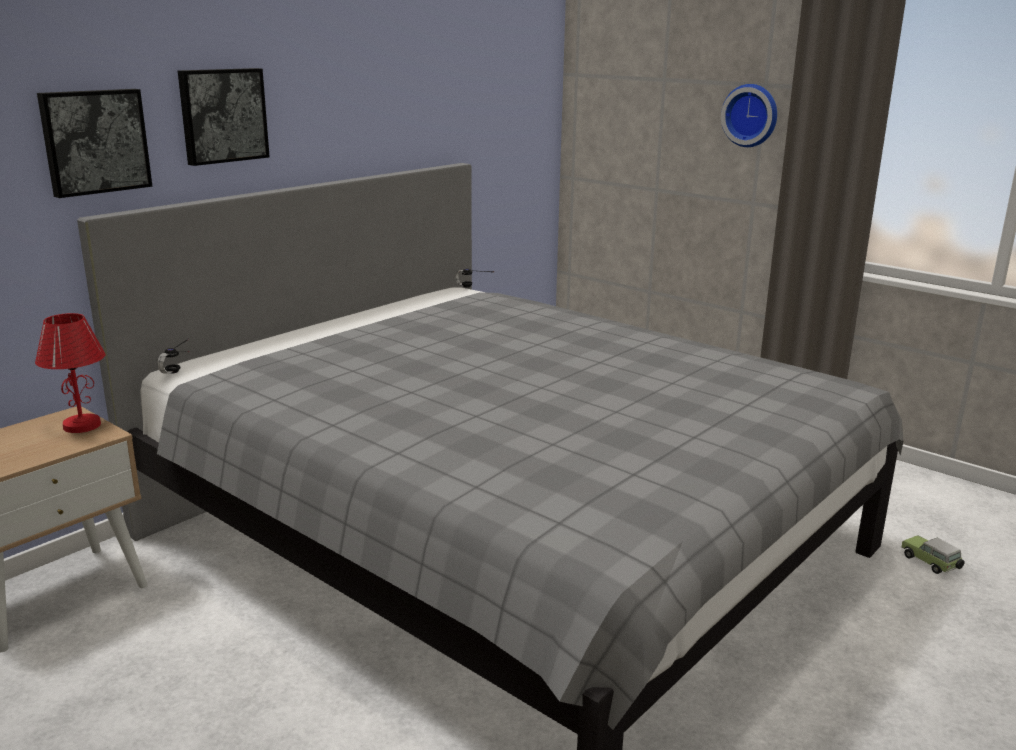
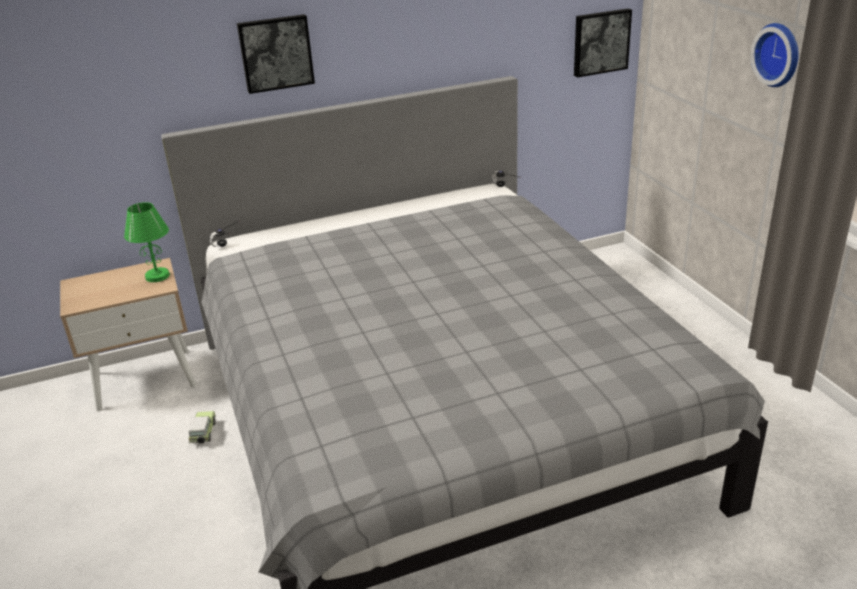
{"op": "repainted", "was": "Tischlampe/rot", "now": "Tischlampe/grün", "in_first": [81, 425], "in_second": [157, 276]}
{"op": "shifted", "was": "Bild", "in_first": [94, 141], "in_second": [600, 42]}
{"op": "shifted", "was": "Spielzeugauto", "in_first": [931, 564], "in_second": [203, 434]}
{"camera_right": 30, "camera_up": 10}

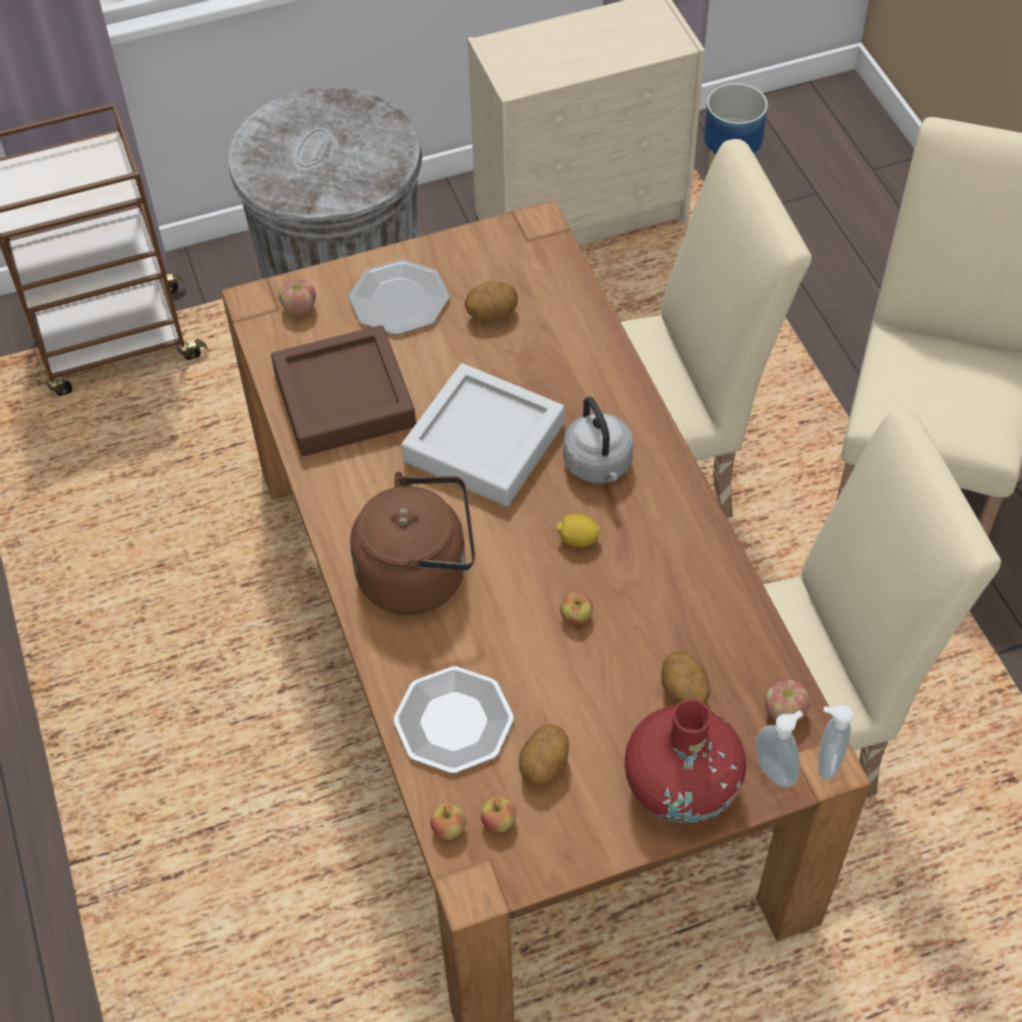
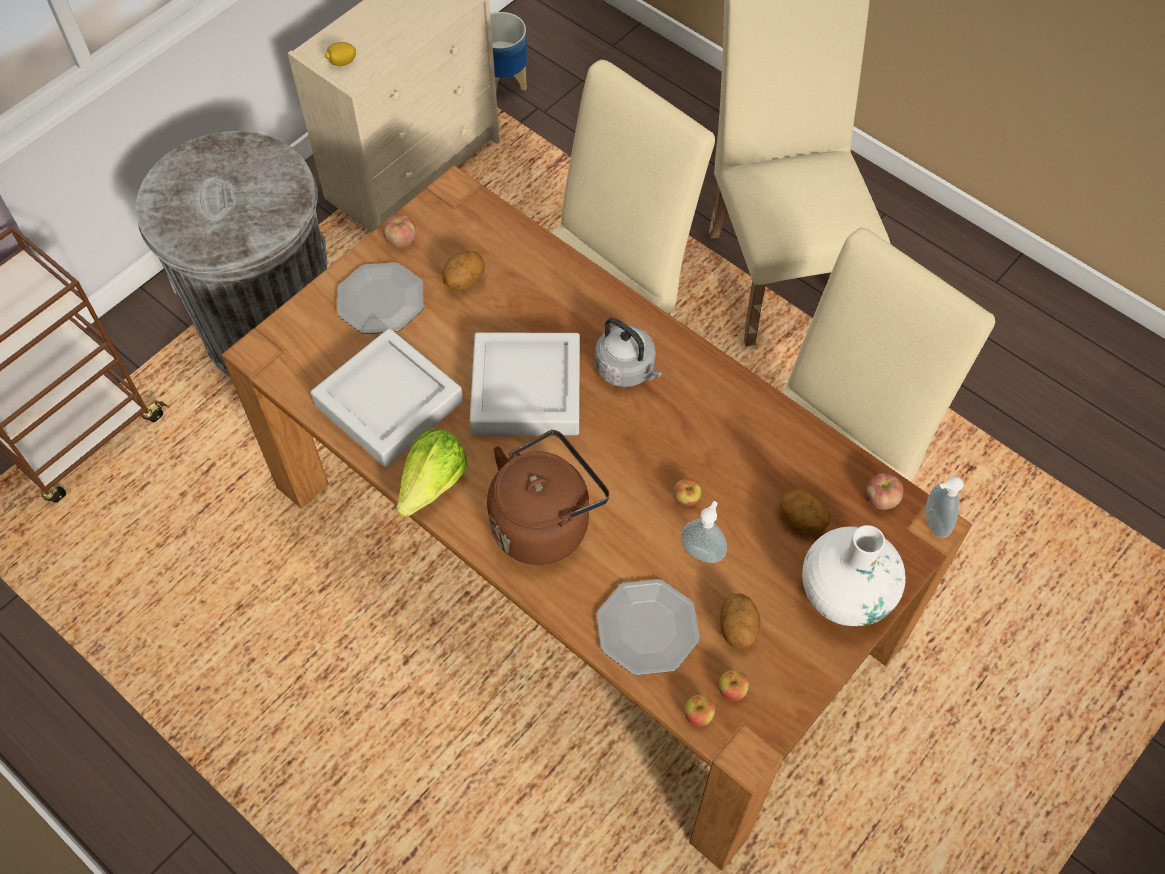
{"op": "repainted", "was": "Tablett/braun", "now": "Tablett/grau", "in_first": [344, 398], "in_second": [389, 403]}
{"op": "shifted", "was": "Apfel", "in_first": [299, 308], "in_second": [401, 240]}
{"op": "shifted", "was": "Zitrone", "in_first": [578, 539], "in_second": [342, 62]}
{"op": "repainted", "was": "Vase/rot", "now": "Vase/weiß", "in_first": [681, 786], "in_second": [845, 593]}
{"op": "shifted", "was": "Seifenspender", "in_first": [776, 770], "in_second": [702, 552]}
{"op": "new", "now": "Salatkopf", "in_second": [433, 484]}
{"camera_right": -30, "camera_up": 5}

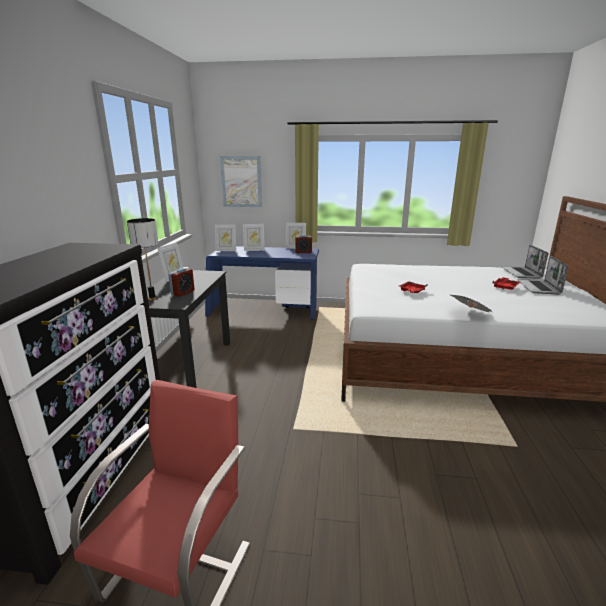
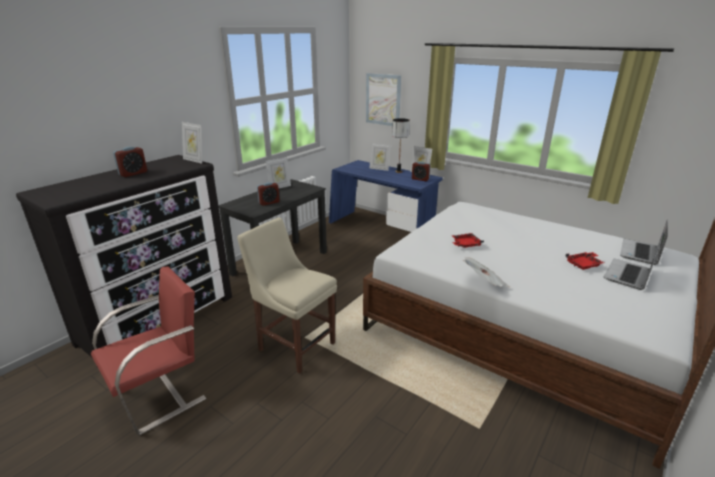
{"op": "shifted", "was": "Tischlampe", "in_first": [152, 298], "in_second": [399, 171]}
{"op": "shifted", "was": "Bilderrahmen", "in_first": [226, 250], "in_second": [195, 160]}
{"op": "new", "now": "Wecker", "in_second": [133, 173]}
{"op": "new", "now": "Stuhl/beige", "in_second": [294, 345]}
{"camera_right": 30, "camera_up": 5}

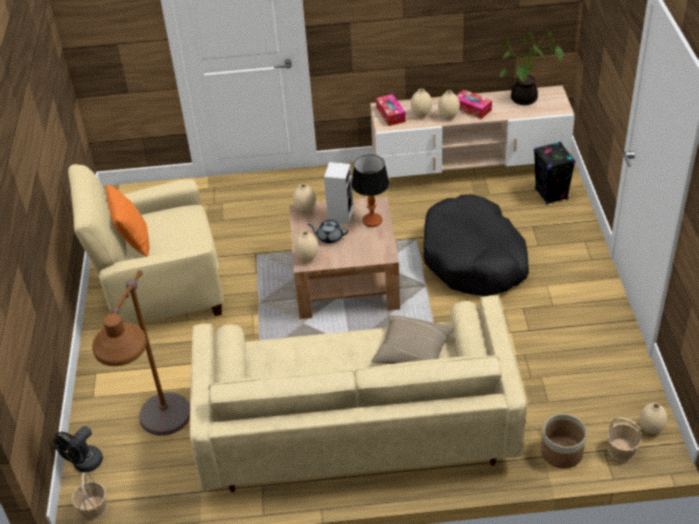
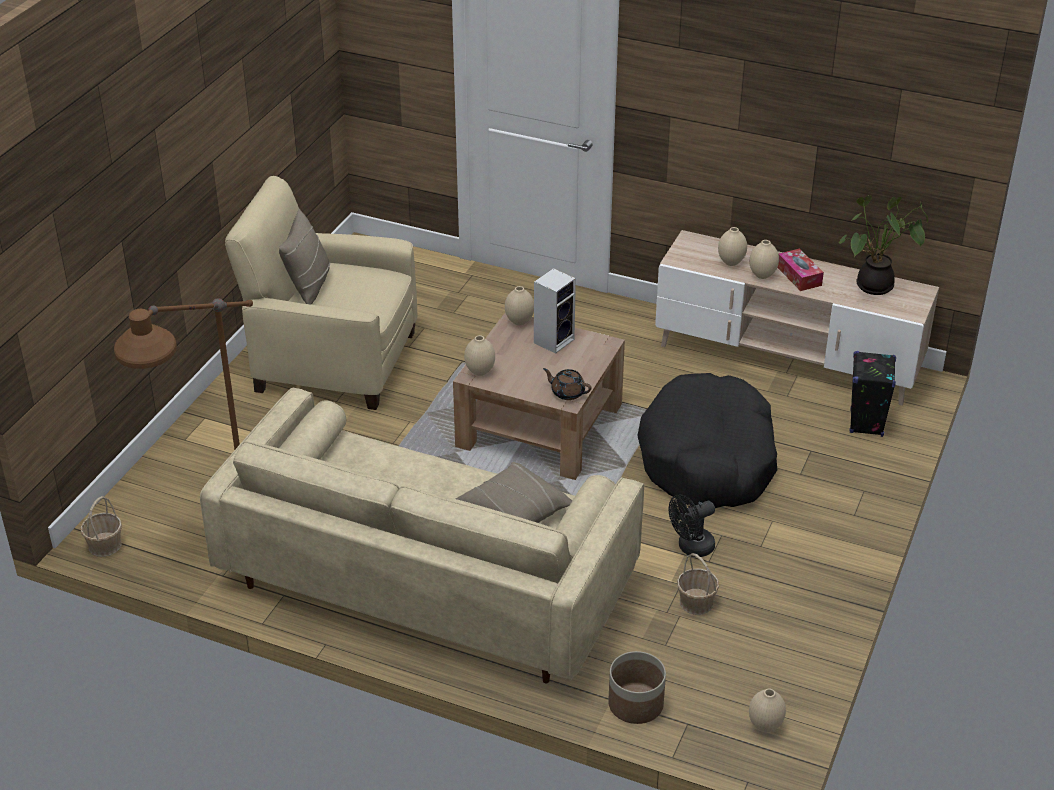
{"op": "shifted", "was": "Ventilator/schwarz", "in_first": [84, 464], "in_second": [691, 548]}
{"op": "repainted", "was": "Kissen/orange", "now": "Kissen/beige", "in_first": [134, 240], "in_second": [308, 286]}
{"op": "gone", "was": "Teekanne/grau", "in_first": [329, 237]}
{"op": "gone", "was": "Tischlampe", "in_first": [372, 220]}
{"op": "gone", "was": "Taschentuchbox", "in_first": [390, 114]}
{"op": "shifted", "was": "Korb", "in_first": [621, 450], "in_second": [696, 602]}
{"op": "new", "now": "Teekanne/braun", "in_second": [567, 392]}
{"camera_right": 25, "camera_up": -5}

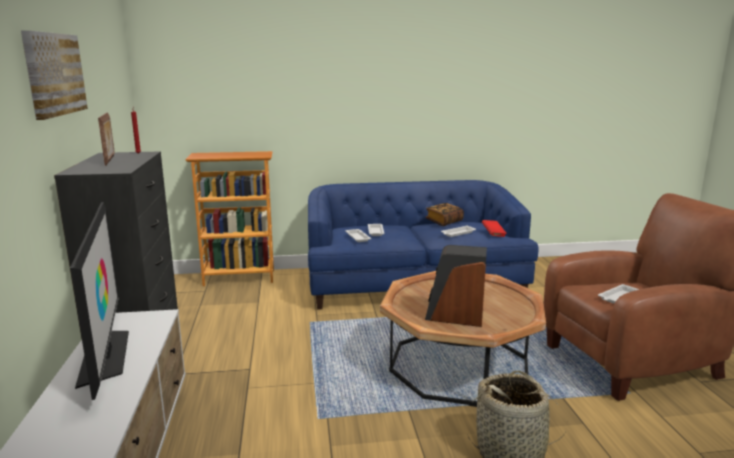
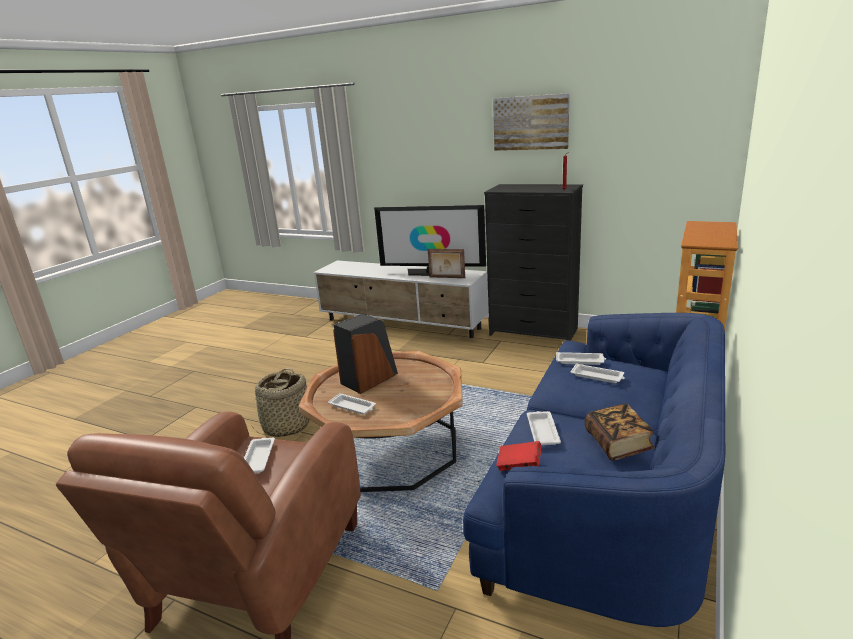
{"op": "shifted", "was": "Bilderrahmen", "in_first": [110, 160], "in_second": [447, 277]}
{"op": "new", "now": "Tablett/weiß", "in_second": [353, 407]}
{"camera_right": 125, "camera_up": 5}

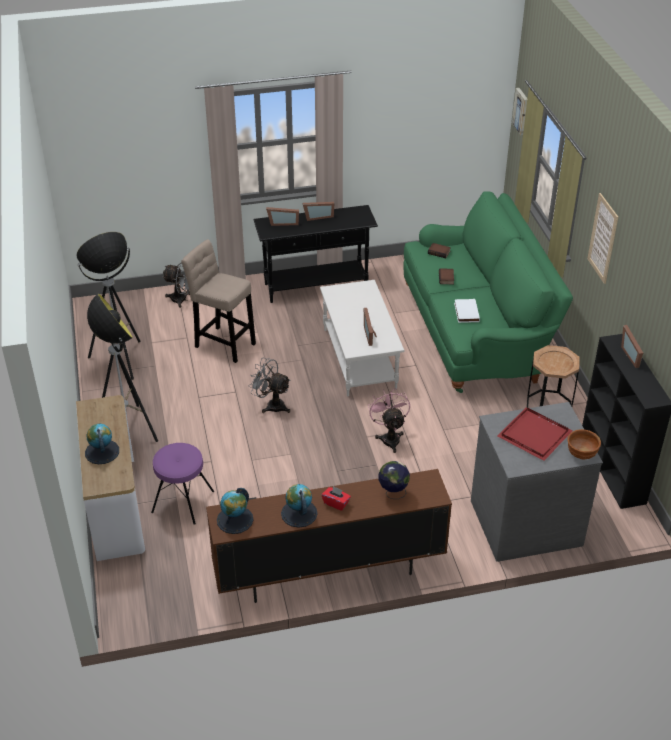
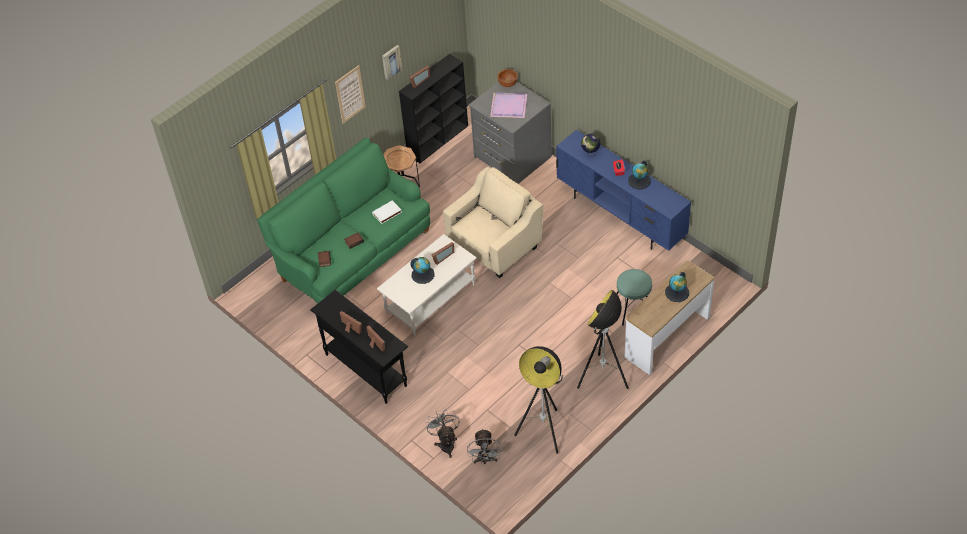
{"op": "repainted", "was": "Hocker/lila", "now": "Hocker/türkis", "in_first": [183, 502], "in_second": [633, 308]}
{"op": "gone", "was": "Hocker/beige", "in_first": [223, 343]}
{"op": "repainted", "was": "Fernsehschrank/braun", "now": "Fernsehschrank/blau", "in_first": [328, 572], "in_second": [621, 216]}
{"op": "shifted", "was": "Globus", "in_first": [235, 520], "in_second": [423, 274]}
{"op": "shifted", "was": "Ventilator/grau", "in_first": [271, 405], "in_second": [485, 460]}
{"op": "swapped", "was": "Ventilator/rosa", "now": "Sessel/beige", "in_first": [389, 437], "in_second": [494, 245]}
{"op": "repainted", "was": "Tablett/rot", "now": "Tablett/lila", "in_first": [536, 435], "in_second": [508, 105]}
{"op": "shifted", "was": "Bild", "in_first": [521, 111], "in_second": [391, 61]}
{"camera_right": -120, "camera_up": 10}

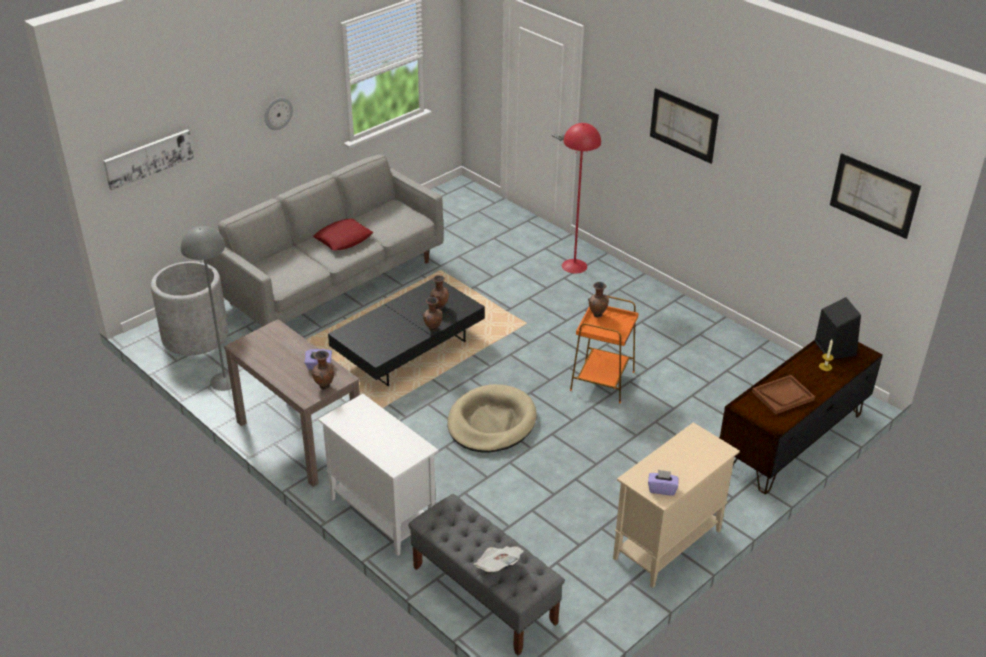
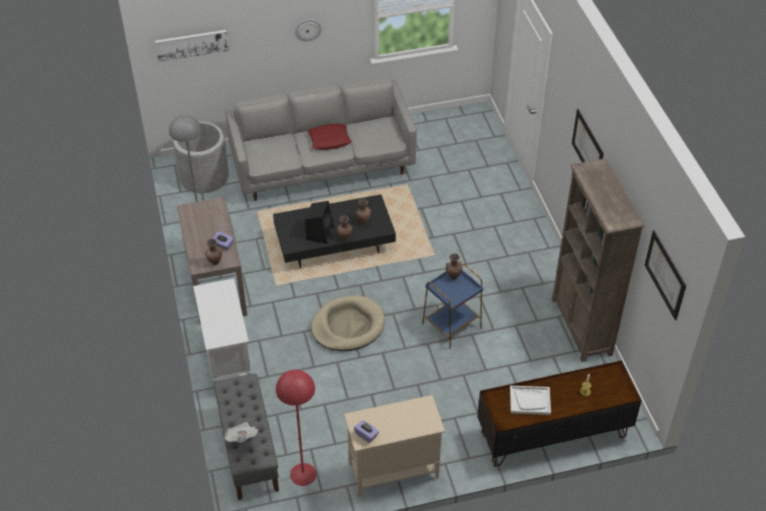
{"op": "shifted", "was": "Stehlampe/rot", "in_first": [574, 266], "in_second": [303, 474]}
{"op": "repainted", "was": "Beistelltisch/orange", "now": "Beistelltisch/blau", "in_first": [601, 381], "in_second": [451, 326]}
{"op": "repainted", "was": "Tablett/braun", "now": "Tablett/weiß", "in_first": [783, 395], "in_second": [530, 401]}
{"op": "shifted", "was": "Lautsprecher/schwarz", "in_first": [834, 347], "in_second": [320, 233]}
{"op": "new", "now": "Bücherregal/braun", "in_second": [581, 327]}
{"camera_right": 30, "camera_up": 10}

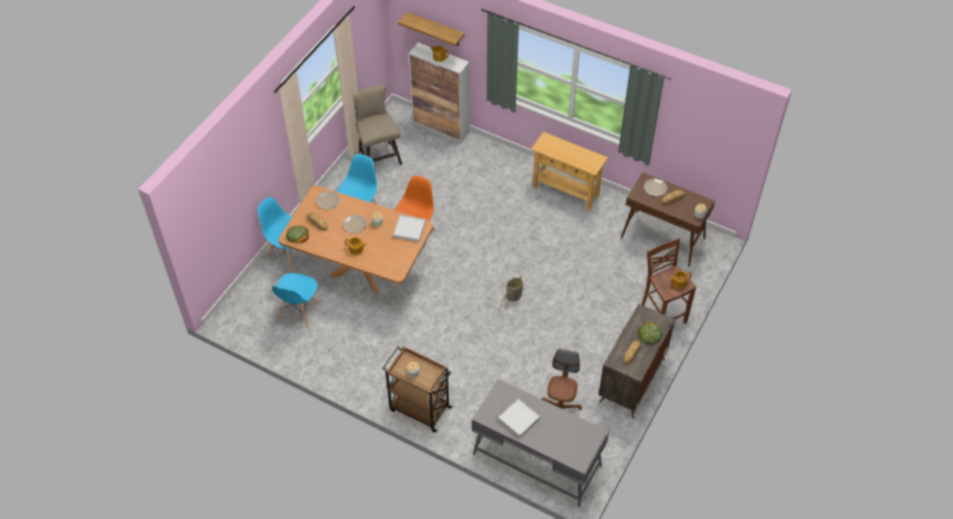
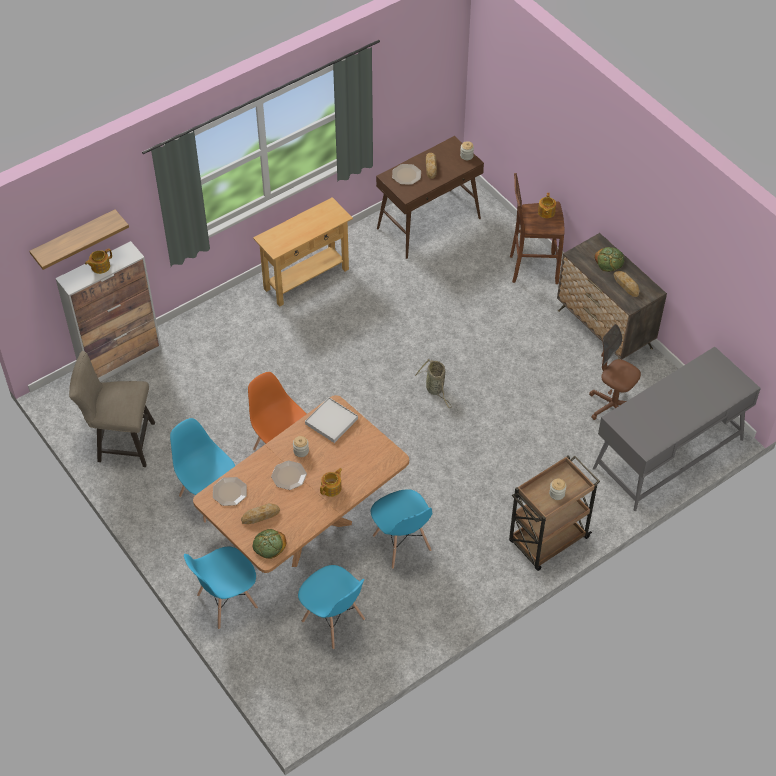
{"op": "gone", "was": "Tablett/weiß", "in_first": [519, 418]}
{"op": "new", "now": "Stuhl/blau", "in_second": [401, 544]}
{"camera_right": -65, "camera_up": 0}

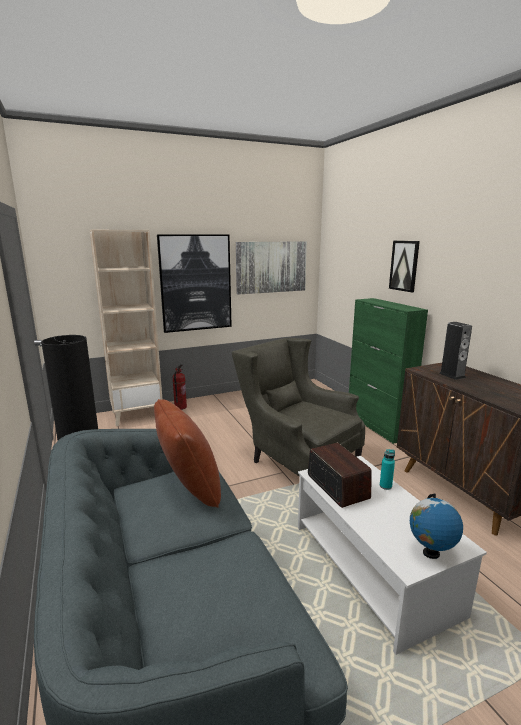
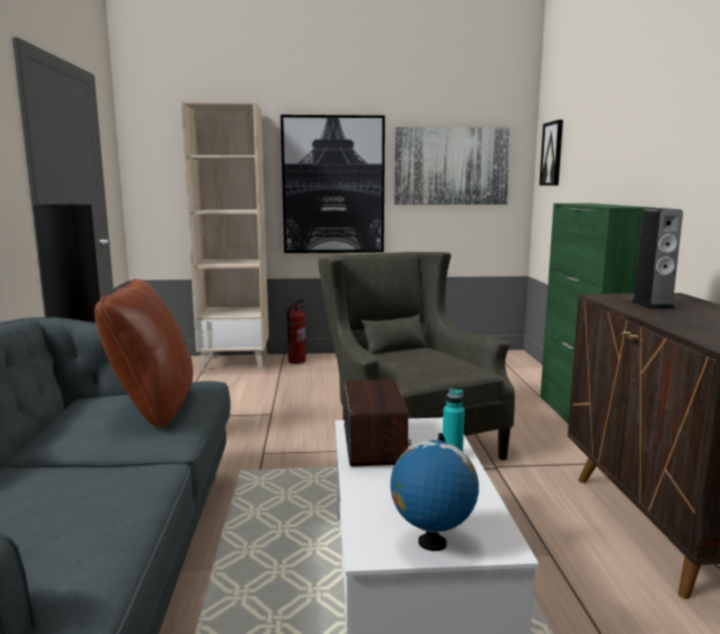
{"op": "shifted", "was": "Bild", "in_first": [404, 266], "in_second": [552, 154]}
{"camera_right": 20, "camera_up": -5}

